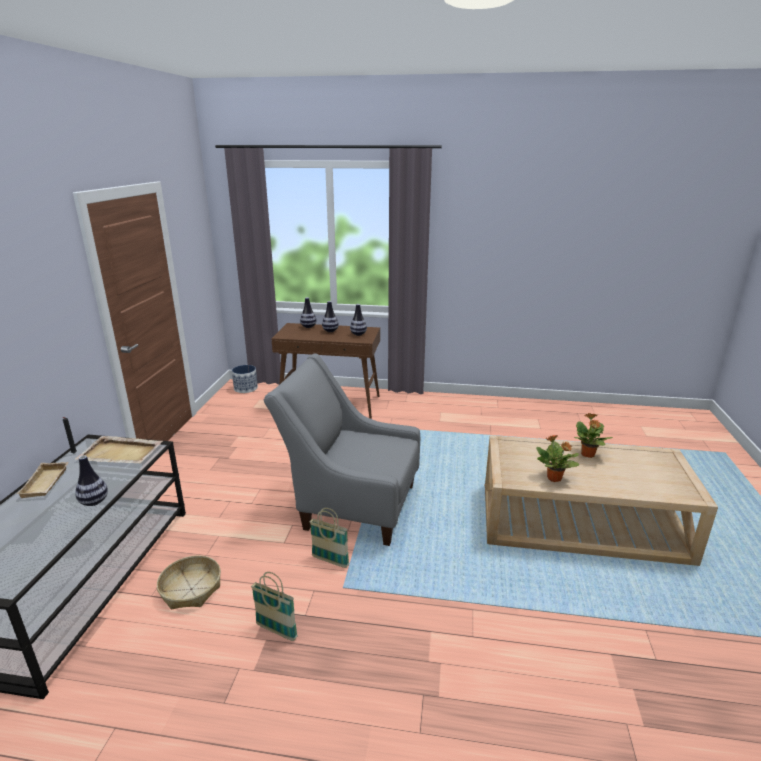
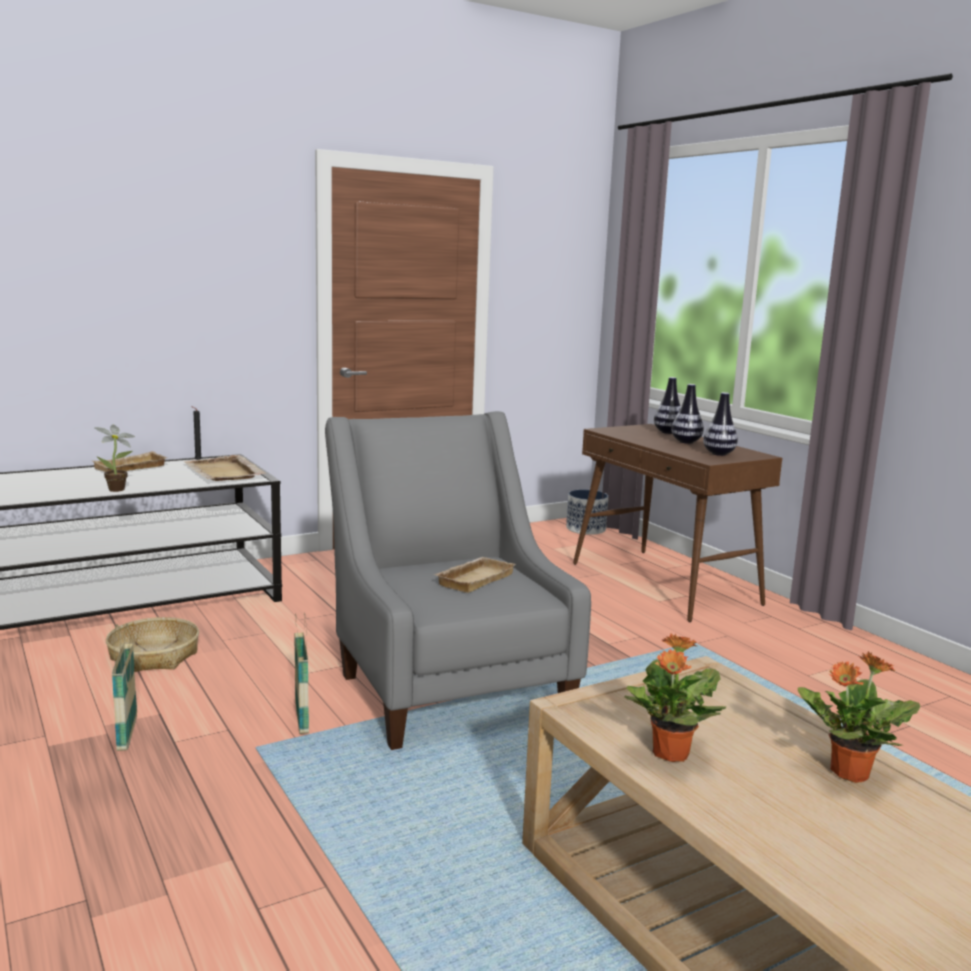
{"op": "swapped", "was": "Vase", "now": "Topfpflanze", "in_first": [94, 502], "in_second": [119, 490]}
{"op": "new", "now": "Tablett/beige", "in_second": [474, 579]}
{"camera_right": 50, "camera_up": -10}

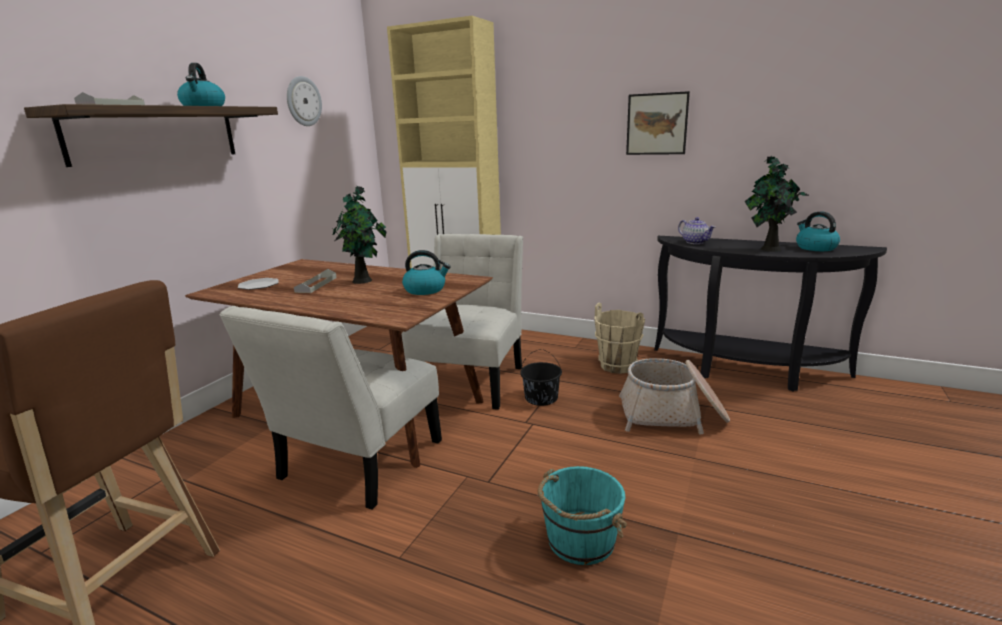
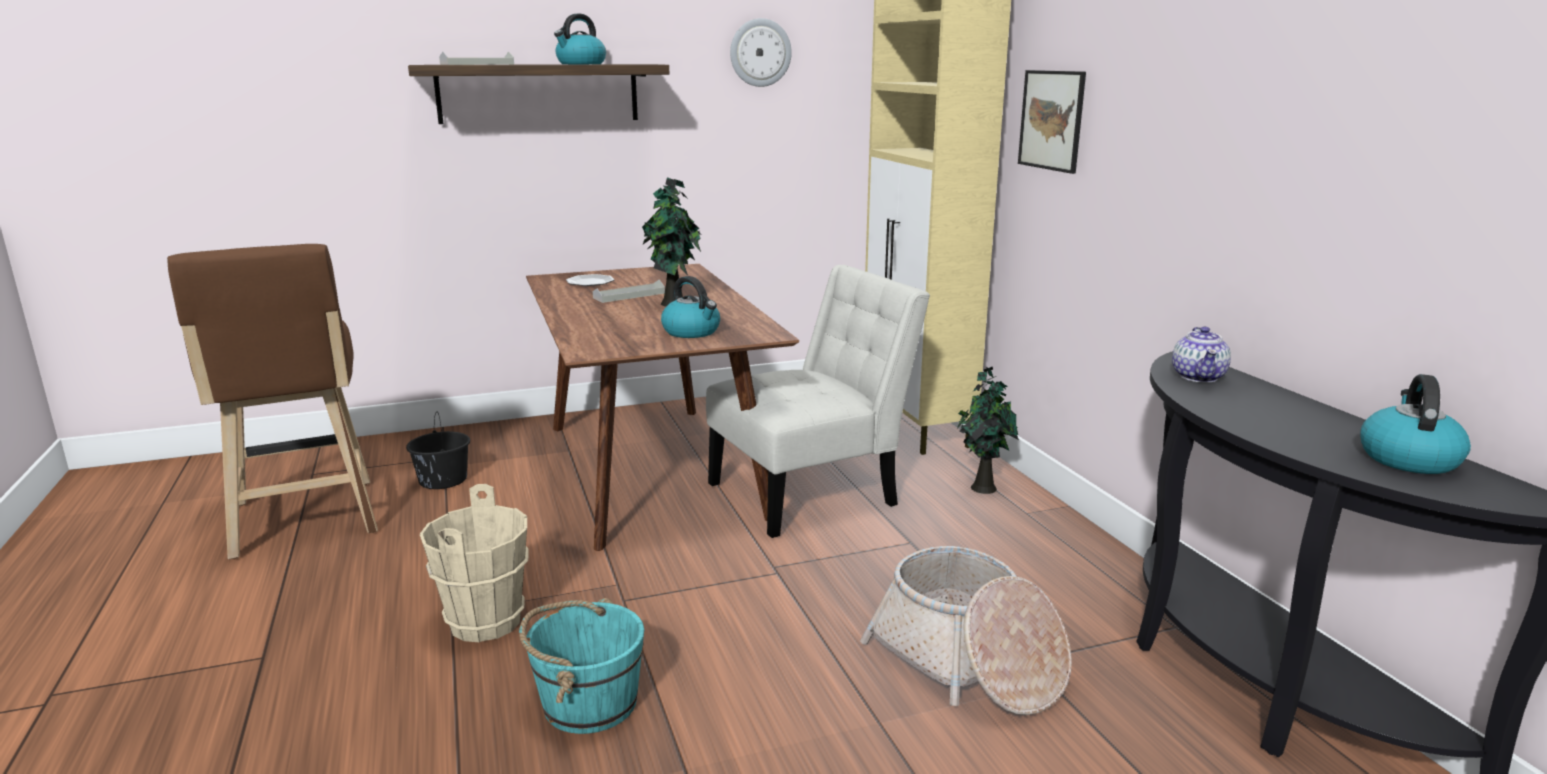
{"op": "gone", "was": "Stuhl/weiß", "in_first": [356, 465]}
{"op": "shifted", "was": "Eimer/schwarz", "in_first": [541, 398], "in_second": [443, 480]}
{"op": "shifted", "was": "Eimer/beige", "in_first": [617, 366], "in_second": [486, 622]}
{"op": "shifted", "was": "Bild", "in_first": [657, 124], "in_second": [1051, 120]}
{"op": "shifted", "was": "Topfpflanze", "in_first": [768, 249], "in_second": [982, 487]}
{"camera_right": 45, "camera_up": 0}

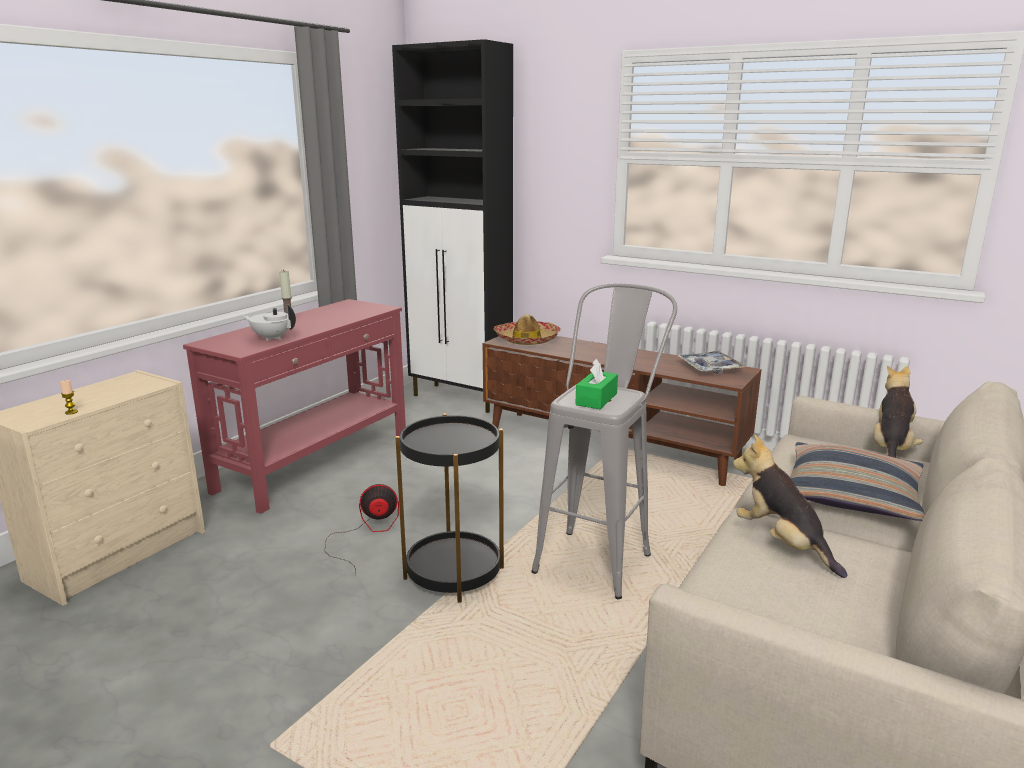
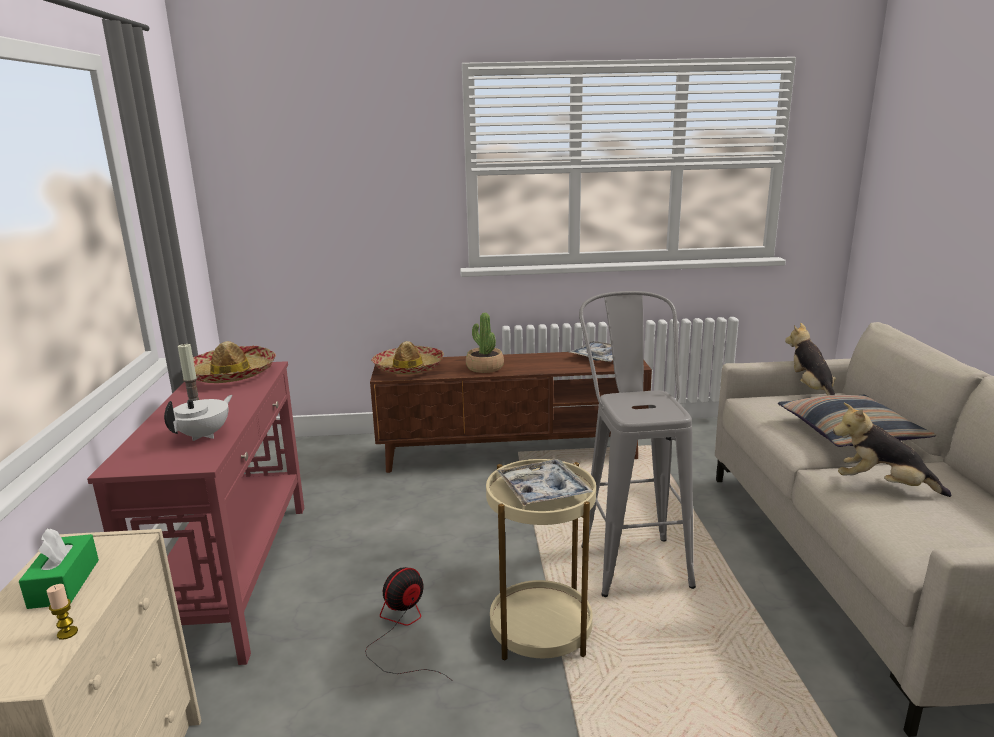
{"op": "rotated", "was": "Teekanne/weiß", "in_first": [272, 338], "in_second": [204, 435], "clockwise": 135}
{"op": "gone", "was": "Schrank/schwarz", "in_first": [461, 398]}
{"op": "repainted", "was": "Beistelltisch/schwarz", "now": "Beistelltisch/beige", "in_first": [453, 573], "in_second": [540, 630]}
{"op": "shifted", "was": "Taschentuchbox/grün", "in_first": [596, 399], "in_second": [64, 583]}
{"op": "new", "now": "Hut", "in_second": [231, 374]}
{"op": "new", "now": "Topfpflanze", "in_second": [484, 368]}
{"op": "new", "now": "Tablett", "in_second": [542, 491]}
{"camera_right": -35, "camera_up": 0}

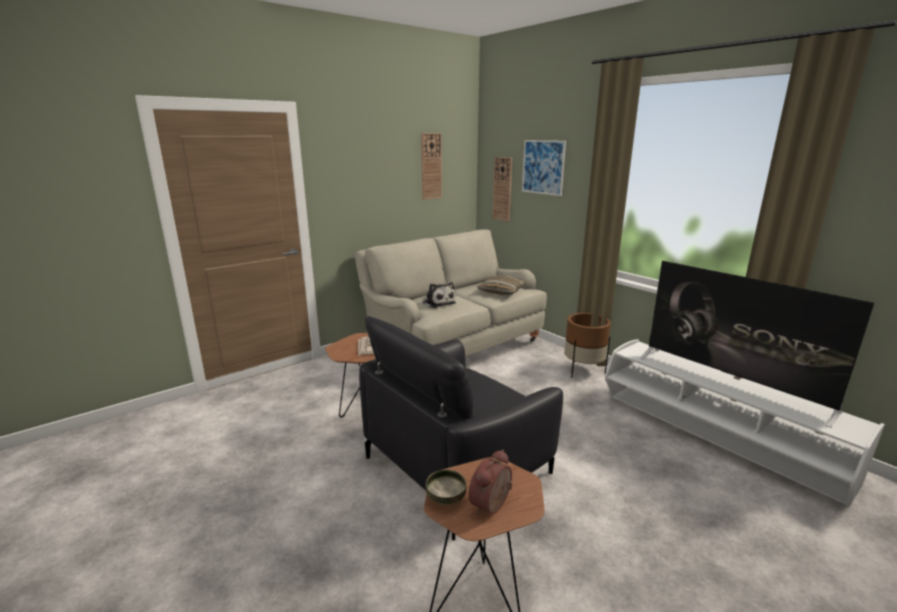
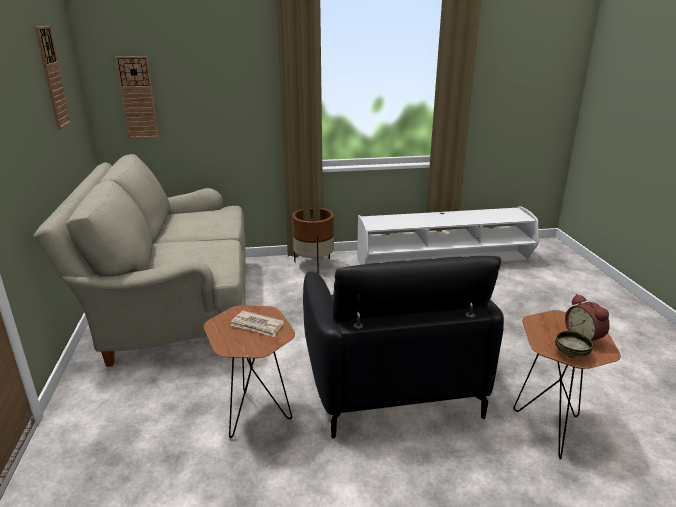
{"op": "gone", "was": "Plüschtier", "in_first": [438, 303]}
{"op": "gone", "was": "Kissen", "in_first": [501, 291]}
{"op": "gone", "was": "Bild", "in_first": [543, 167]}
{"op": "gone", "was": "Fernseher", "in_first": [731, 382]}
{"camera_right": -60, "camera_up": 5}

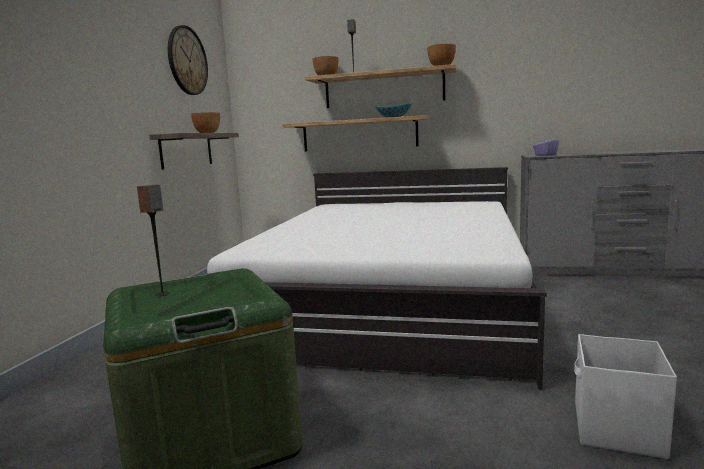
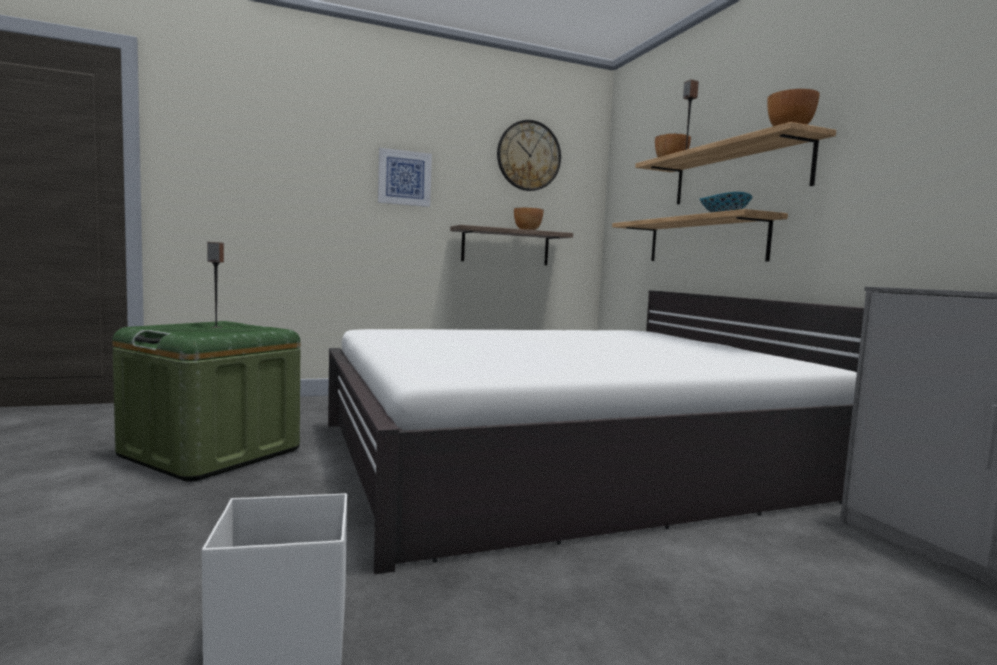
{"op": "gone", "was": "Taschentuchbox/lila", "in_first": [545, 155]}
{"op": "new", "now": "Bild", "in_second": [404, 178]}
{"camera_right": 55, "camera_up": -5}

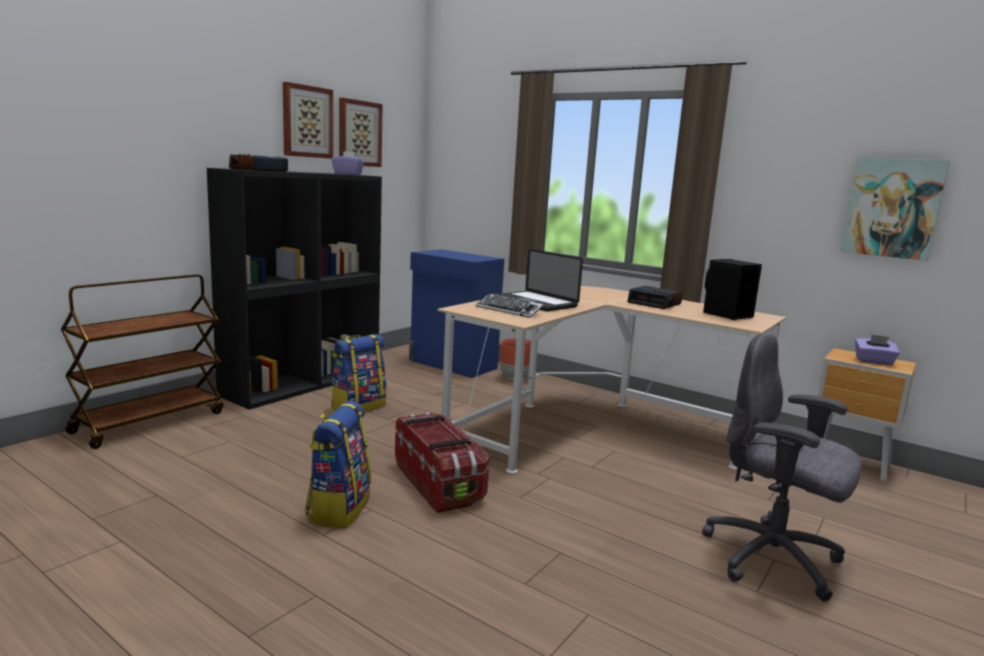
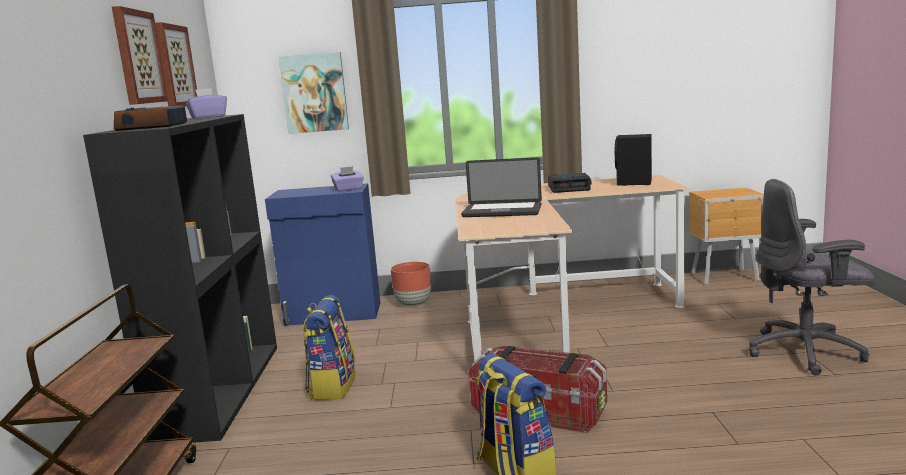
{"op": "gone", "was": "Tastatur", "in_first": [508, 310]}
{"op": "shifted", "was": "Bild", "in_first": [892, 208], "in_second": [314, 93]}
{"op": "shifted", "was": "Taschentuchbox/lila", "in_first": [874, 362], "in_second": [348, 189]}
{"camera_right": -35, "camera_up": 0}

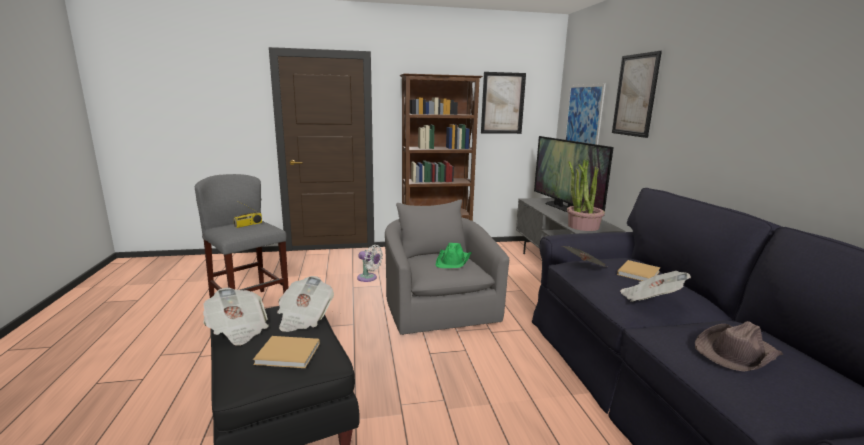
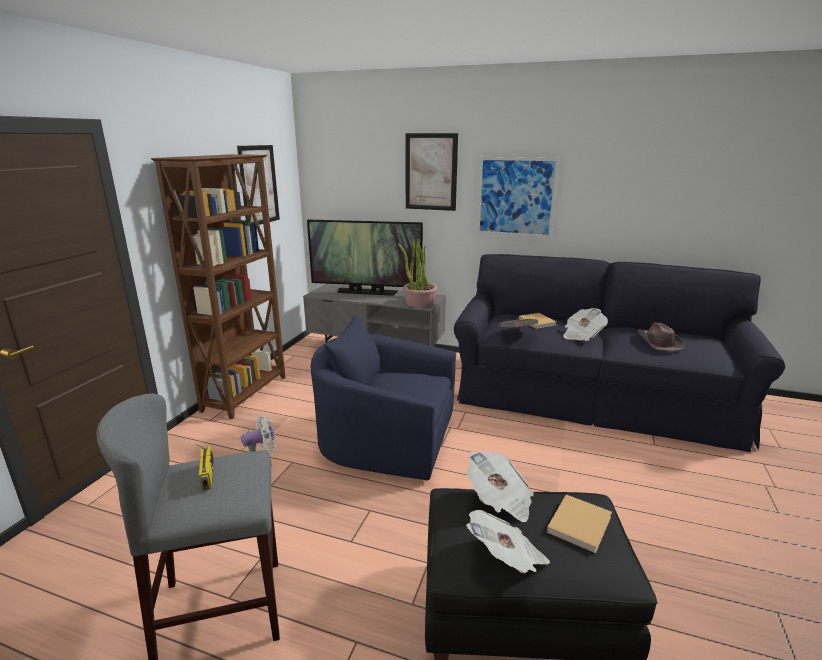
{"op": "repainted", "was": "Sessel/grau", "now": "Sessel/blau", "in_first": [438, 307], "in_second": [386, 440]}
{"op": "gone", "was": "Hut/grün", "in_first": [453, 261]}
{"op": "shifted", "was": "Bild", "in_first": [583, 118], "in_second": [516, 197]}
{"camera_right": -60, "camera_up": 5}

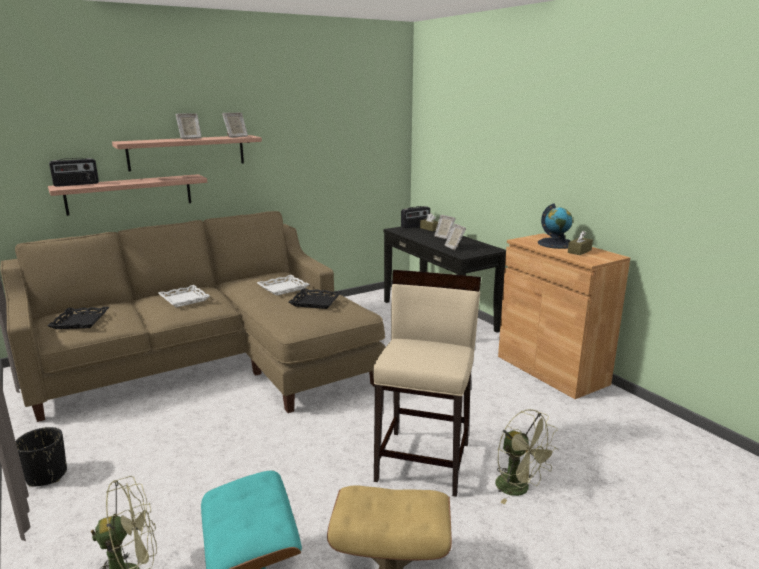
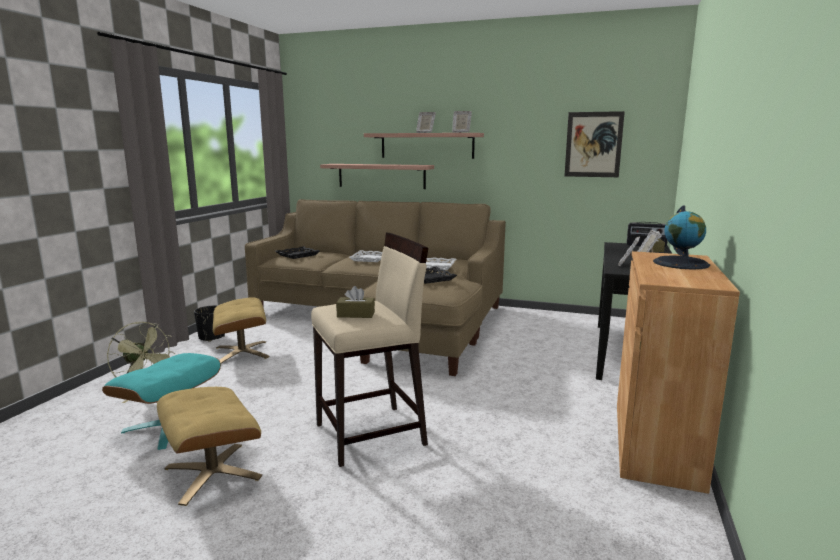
{"op": "gone", "was": "Radio", "in_first": [76, 184]}
{"op": "gone", "was": "Ventilator/grün", "in_first": [519, 489]}
{"op": "shifted", "was": "Taschentuchbox/braun", "in_first": [579, 251], "in_second": [356, 314]}
{"op": "new", "now": "Polsterhocker/beige", "in_second": [242, 352]}
{"op": "new", "now": "Bild", "in_second": [593, 144]}
{"camera_right": 50, "camera_up": -5}

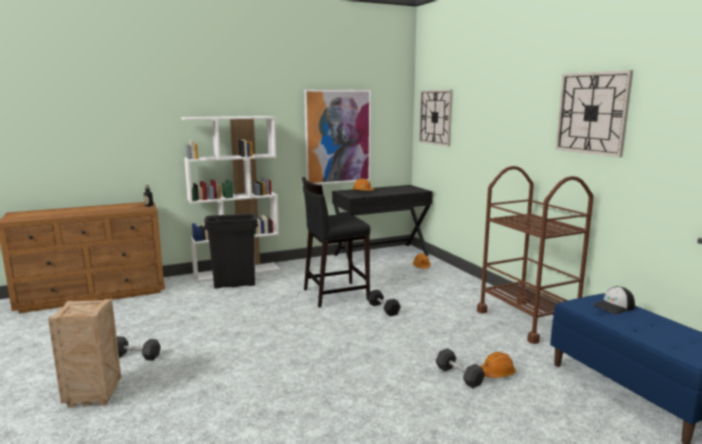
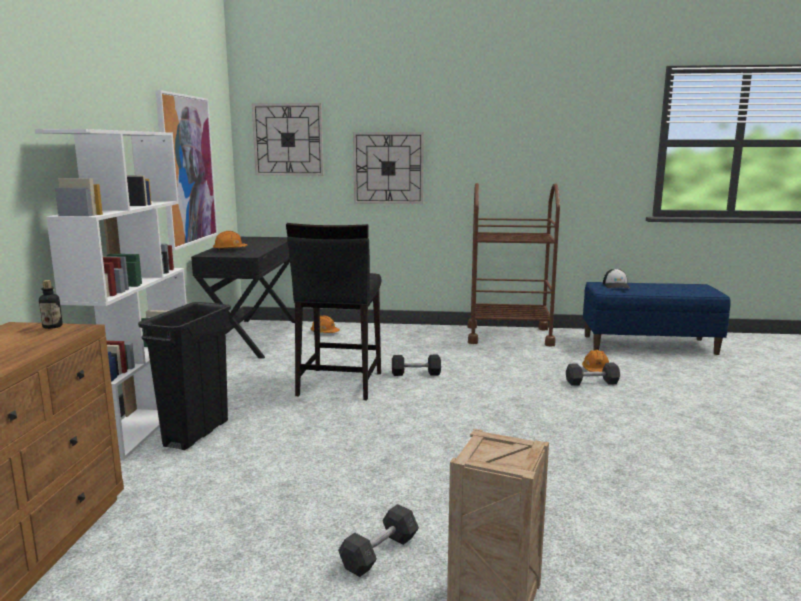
{"op": "shifted", "was": "Wanduhr", "in_first": [592, 113], "in_second": [388, 168]}
{"camera_right": -60, "camera_up": 0}

